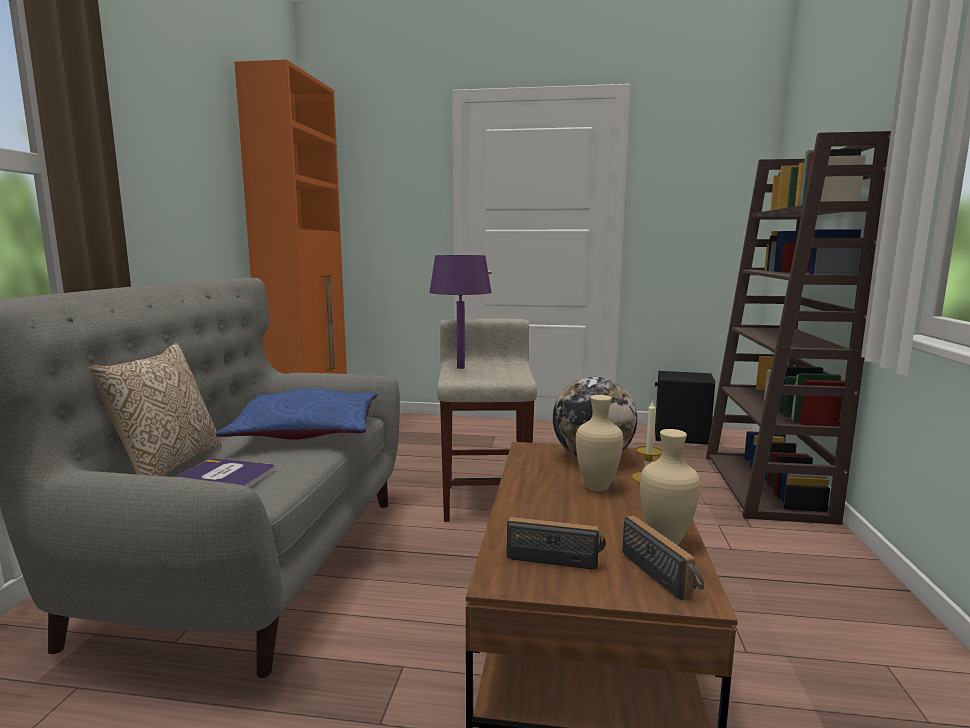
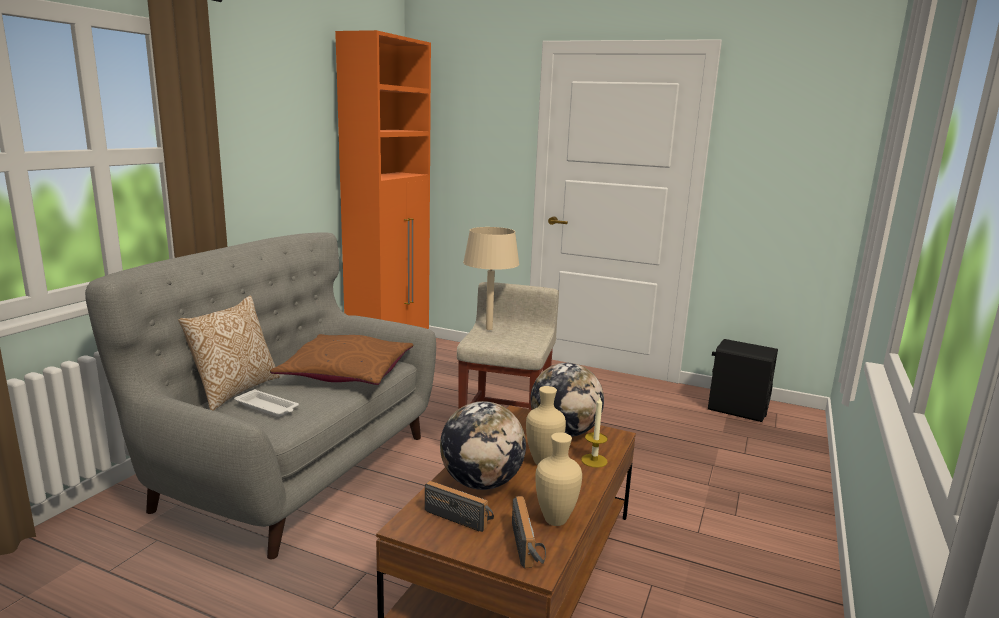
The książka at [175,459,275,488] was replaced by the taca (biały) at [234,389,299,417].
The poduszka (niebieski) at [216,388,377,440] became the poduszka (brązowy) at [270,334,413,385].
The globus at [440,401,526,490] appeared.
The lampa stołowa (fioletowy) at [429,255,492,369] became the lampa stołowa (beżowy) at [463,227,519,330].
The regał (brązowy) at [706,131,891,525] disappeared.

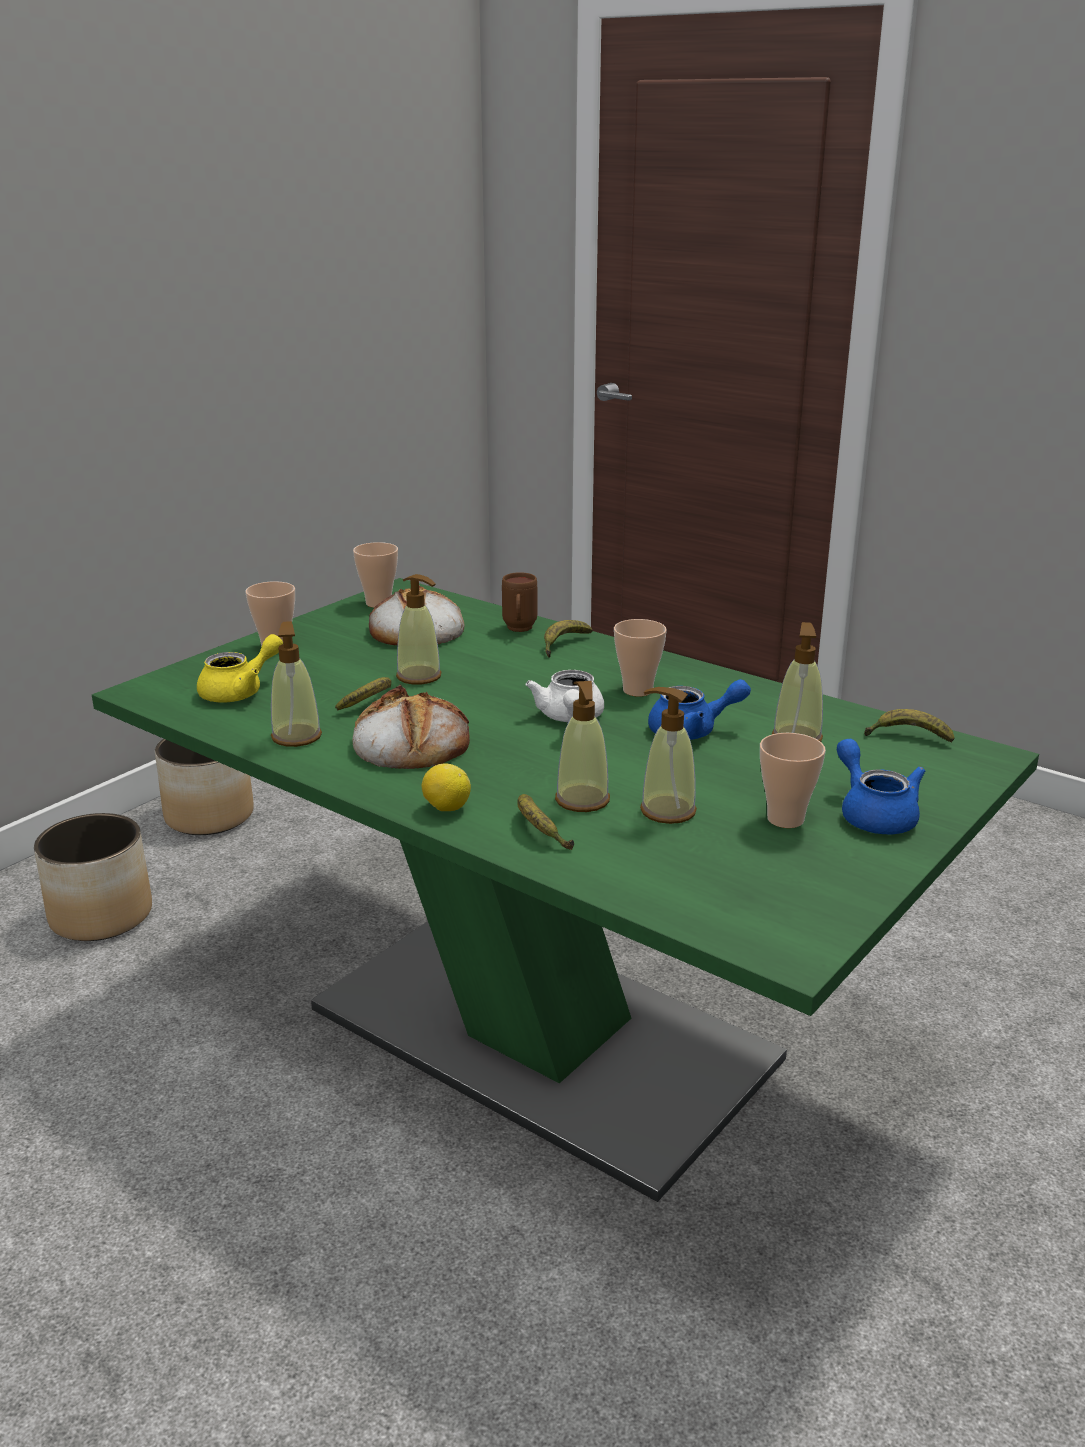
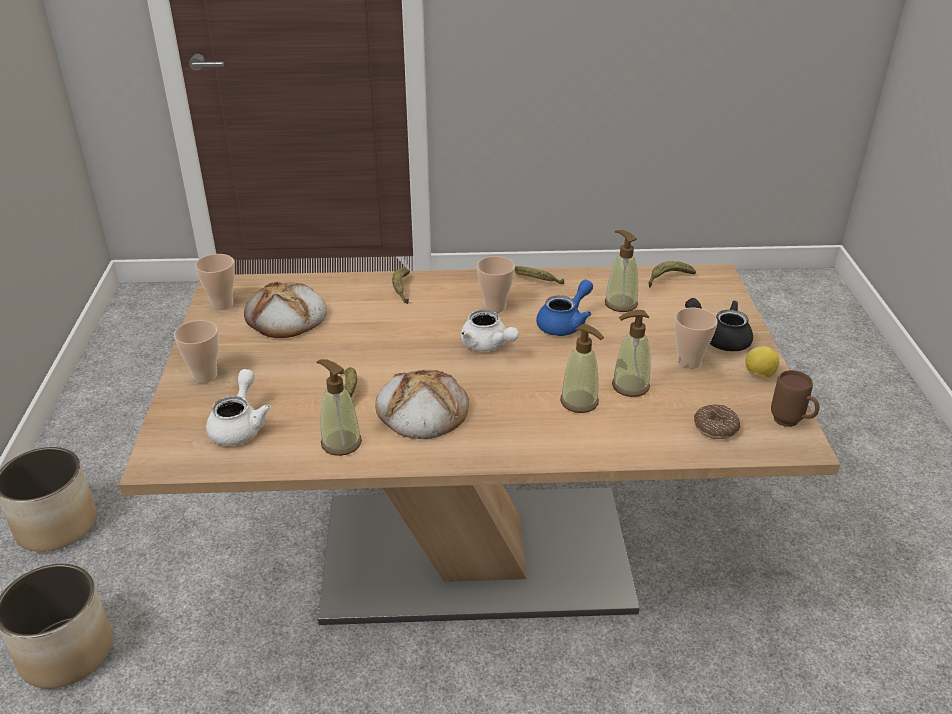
The stół jadalny (zielony) at [92,578,1039,1202] became the stół jadalny (brązowy) at [119,264,840,625].
The imbryk (żółty) at [197,634,283,703] became the imbryk (biały) at [206,369,271,446].
The banan moved from [517,794,574,850] to [514,266,565,284].
The imbryk (niebieski) at [837,739,925,834] became the imbryk (czarny) at [685,298,753,351].
The donut at [694,404,740,439] appeared.
The cytryna moved from [422,763,471,811] to [746,346,779,378].
The kubek (brązowy) moved from [502,572,537,632] to [771,370,819,427].
The dozownik mydła at [396,574,441,684] disappeared.

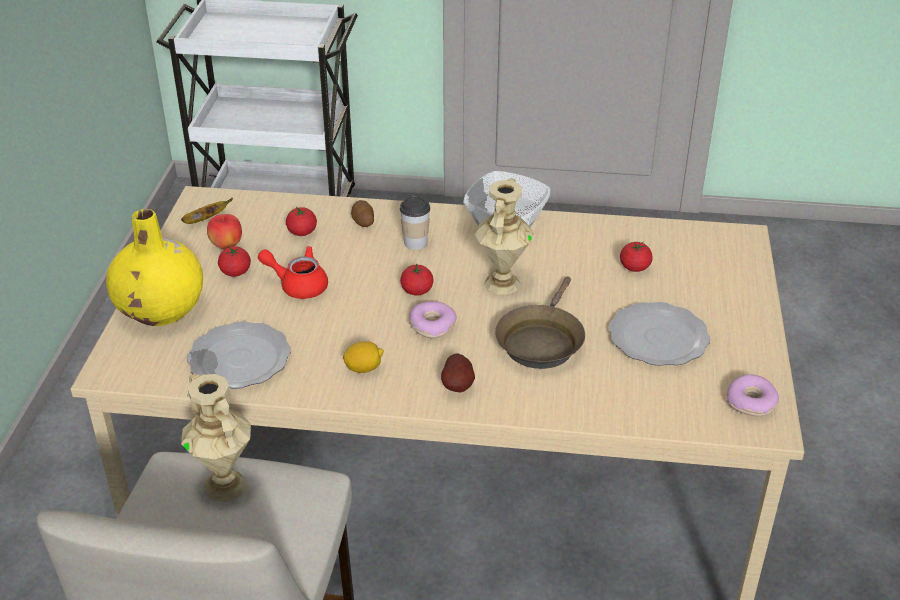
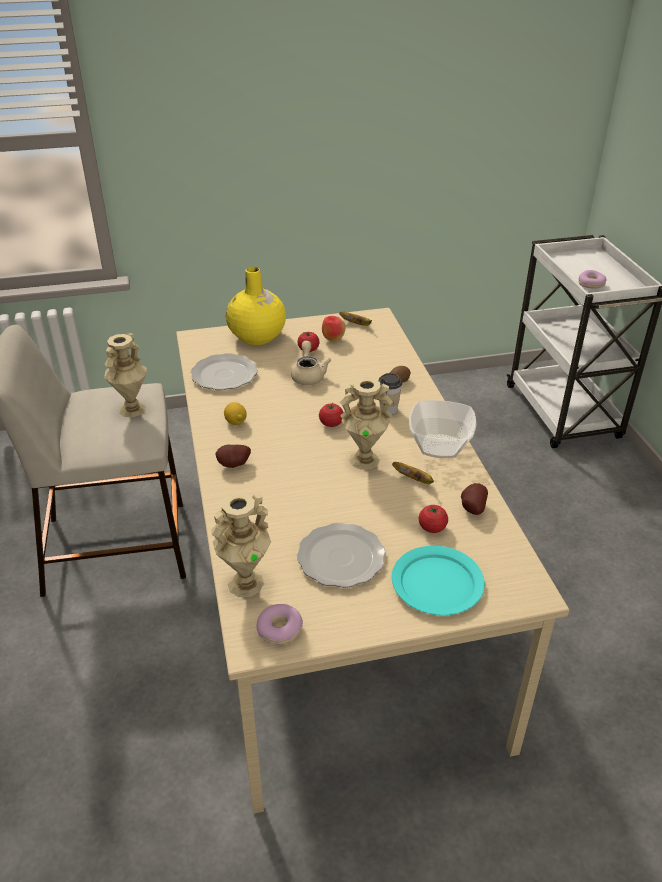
The wazon (beżowy) at [212,492,271,597] appeared.
The imbryk (czerwony) at [258,246,328,299] became the imbryk (beżowy) at [291,341,331,385].
The banan at [392,462,434,484] appeared.
The talerz (turkusowy) at [392,546,485,615] appeared.
The ziemniak at [461,483,488,515] appeared.
The donut moved from [409,302,457,339] to [578,270,606,289].
The pomidor at [286,207,317,236] disappeared.
The patelnia (brązowy) at [495,276,585,369] disappeared.

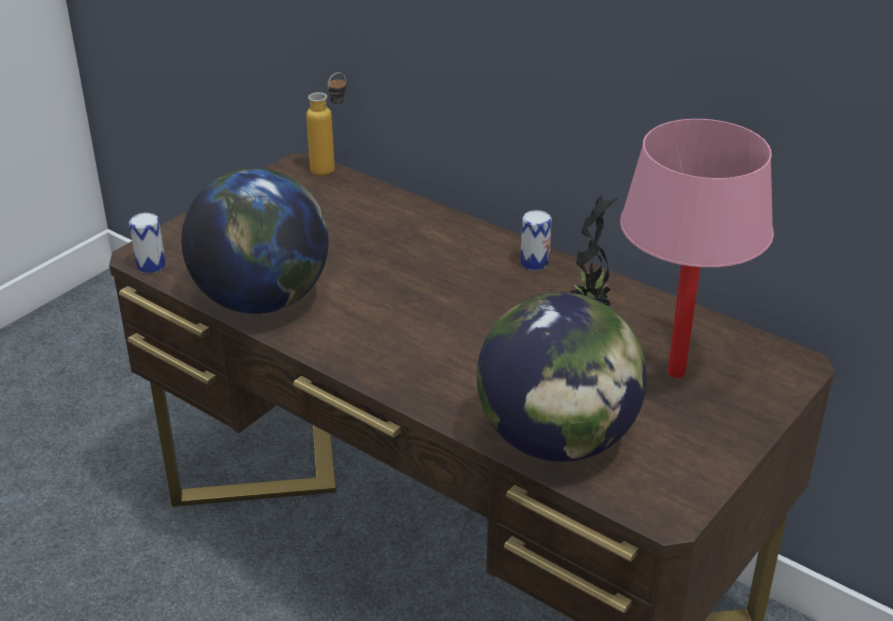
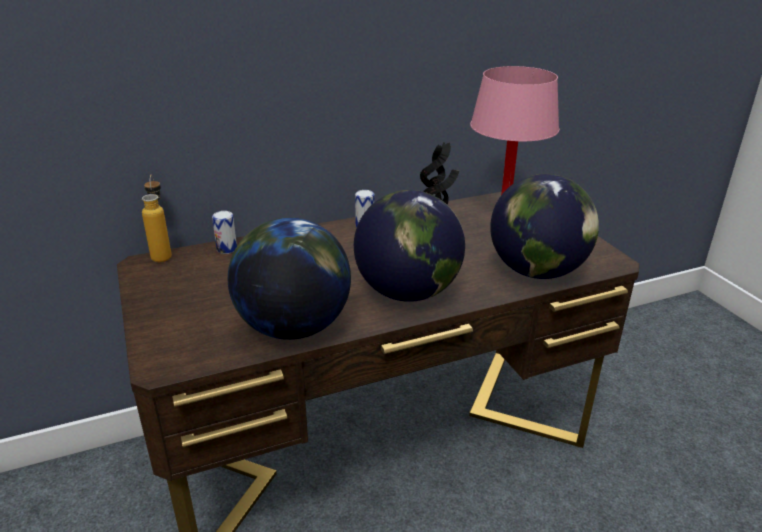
The puszka moved from [129,213,166,273] to [212,211,237,254].
The globus at [354,190,465,302] appeared.

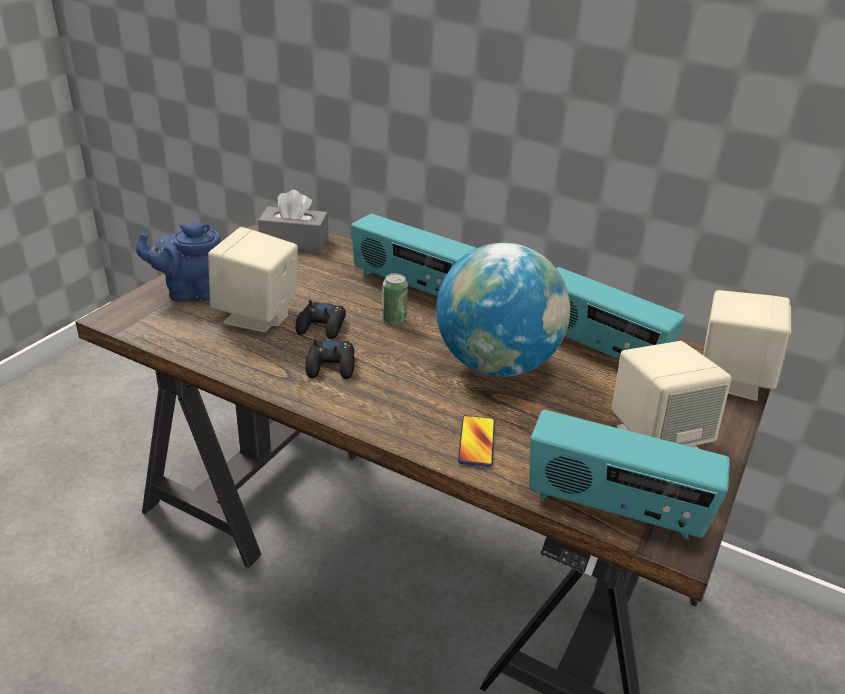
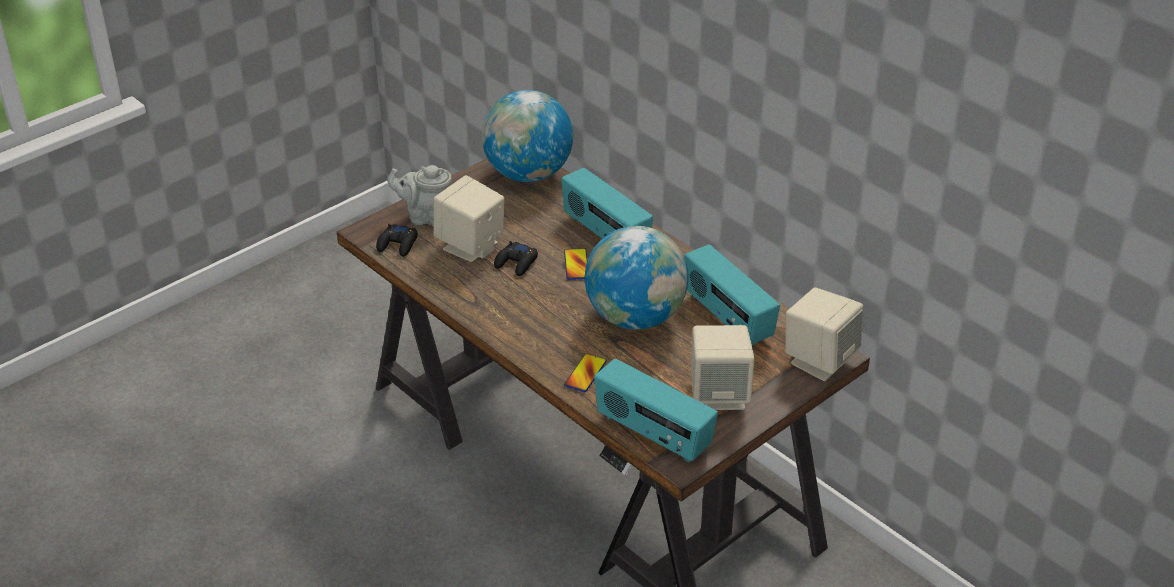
The pad do gier (czarny) moved from [305,339,355,379] to [376,224,418,256].
The imbryk (niebieski) at [136,222,220,302] became the imbryk (szary) at [387,165,452,226].
The pudełko chusteczek (szary) at [258,190,328,251] was replaced by the globus at [482,90,573,182].
The puszka at [382,273,408,324] was replaced by the telefon at [564,248,587,280].

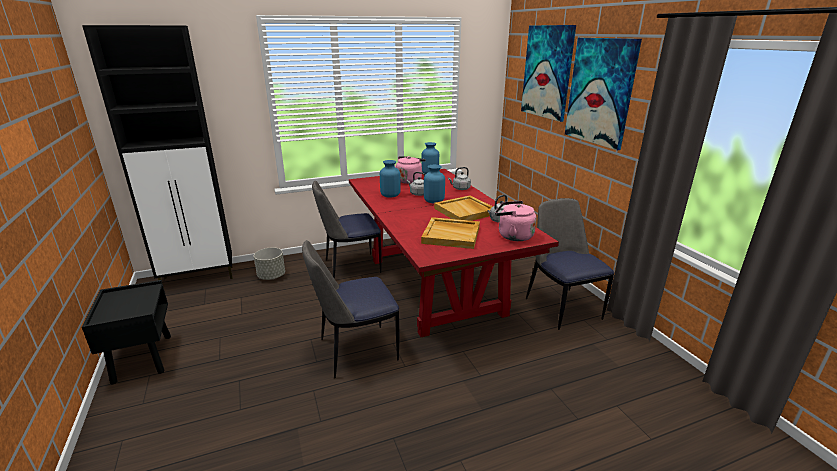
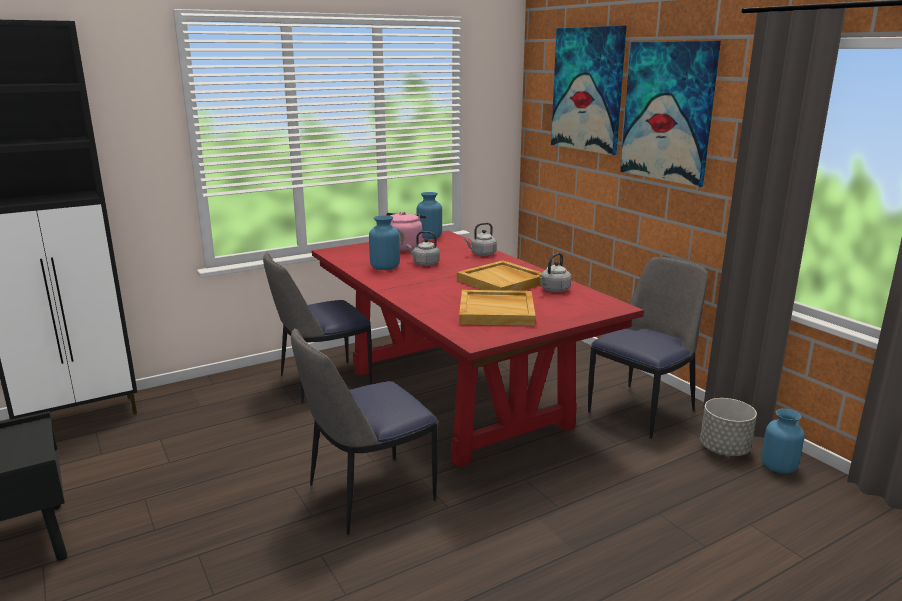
The krzesło at [526,198,614,330] turned 75 degrees clockwise.
The donica (szary) moved from [254,247,285,280] to [700,398,757,456].
The wazon (niebieski) moved from [424,165,445,203] to [761,409,805,474].
The czajnik (różowy) at [495,201,536,241] disappeared.

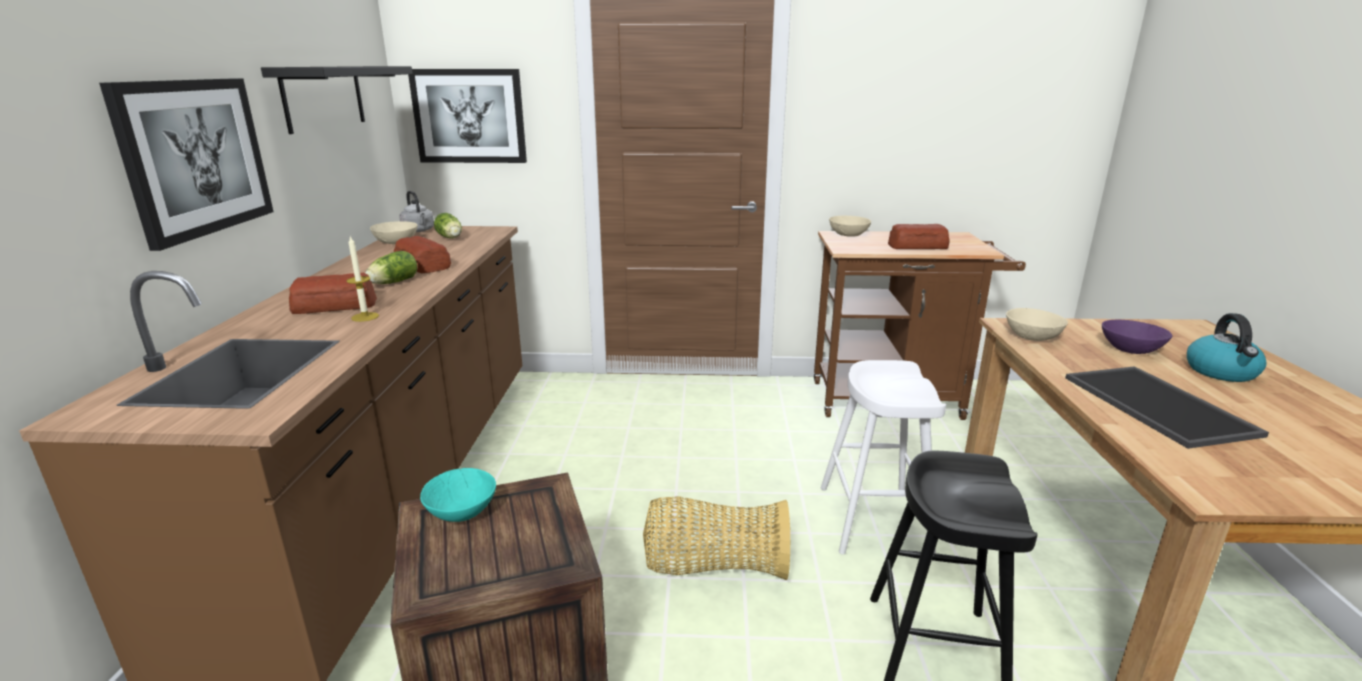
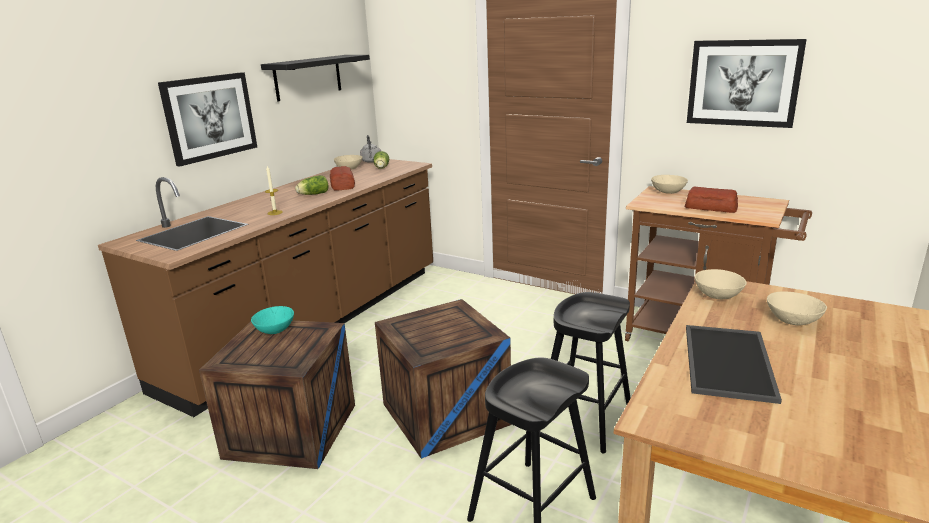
The koszyk at [643,496,790,580] was replaced by the skrzynka at [375,299,512,459].
The stołek (biały) at [821,360,946,554] became the stołek (czarny) at [551,292,631,453].
The obraz moved from [408,69,527,163] to [687,39,807,128].
The miska (fioletowy) at [1102,320,1172,354] became the miska (beżowy) at [767,291,827,326].
The chleb at [289,273,377,314] disappeared.
The czajnik at [1187,313,1266,382] disappeared.

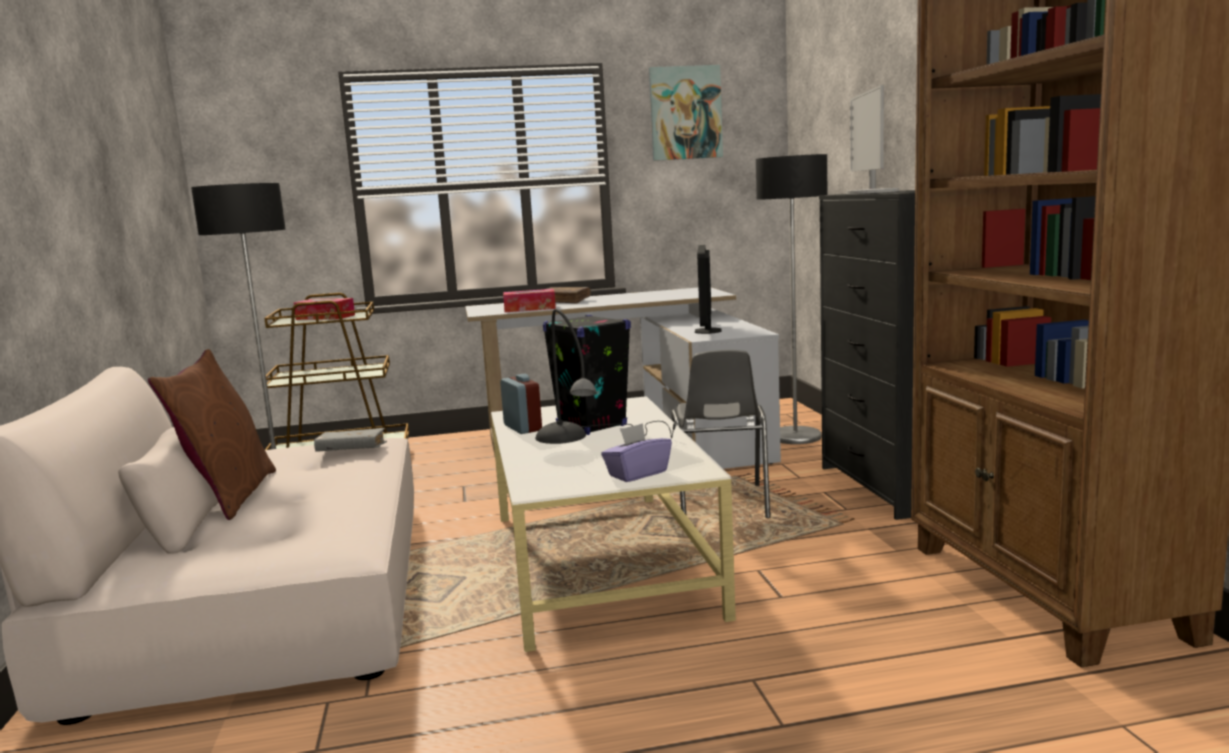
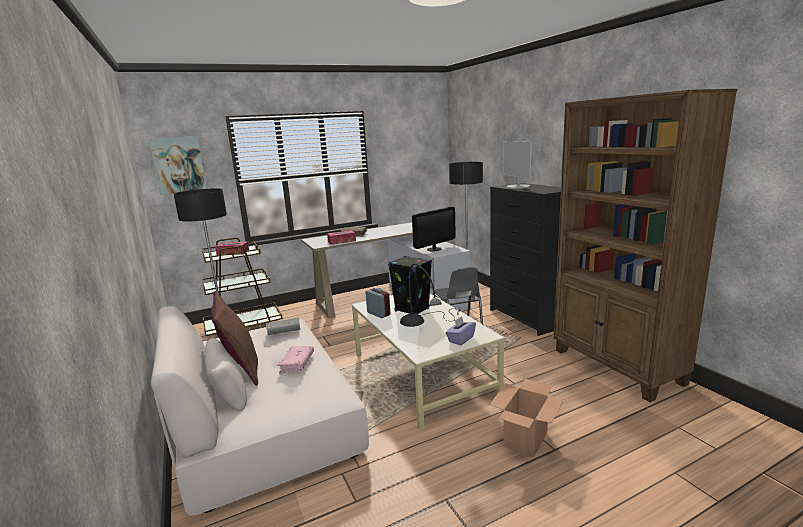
The obraz moved from [649,65,723,161] to [148,136,207,195].
The książka (różowy) at [277,346,314,374] appeared.
The monitor at [695,245,722,334] turned 120 degrees counterclockwise.
The karton at [489,379,564,458] appeared.

